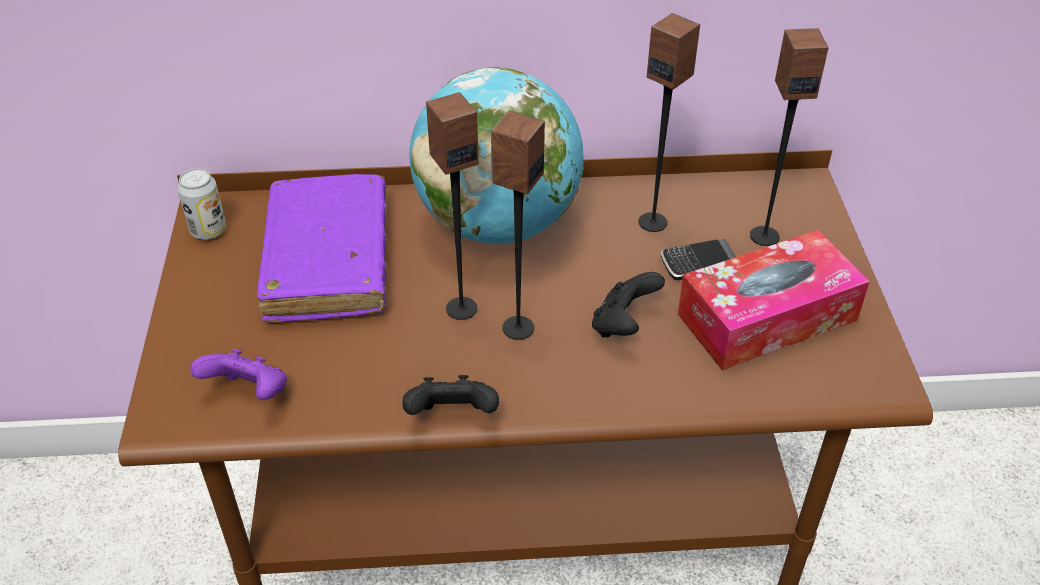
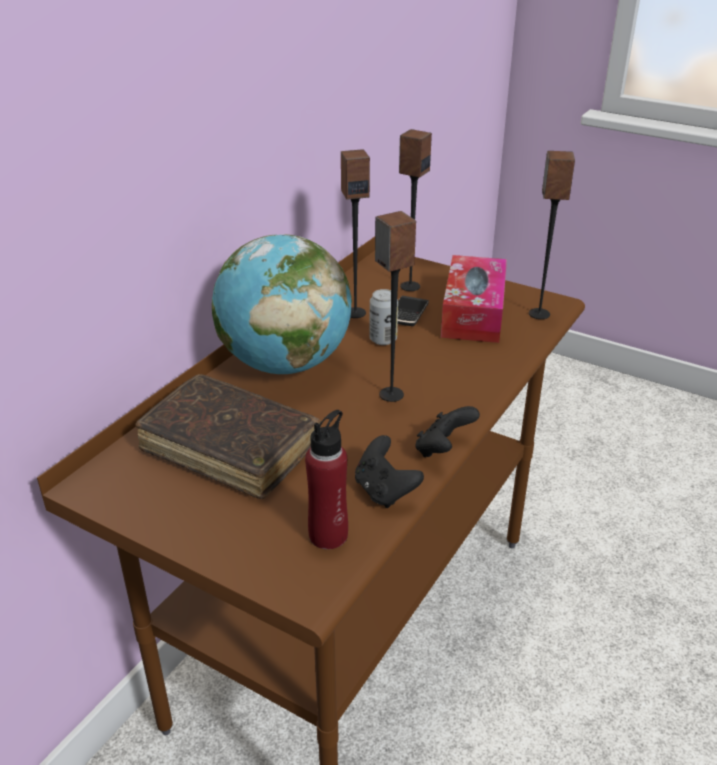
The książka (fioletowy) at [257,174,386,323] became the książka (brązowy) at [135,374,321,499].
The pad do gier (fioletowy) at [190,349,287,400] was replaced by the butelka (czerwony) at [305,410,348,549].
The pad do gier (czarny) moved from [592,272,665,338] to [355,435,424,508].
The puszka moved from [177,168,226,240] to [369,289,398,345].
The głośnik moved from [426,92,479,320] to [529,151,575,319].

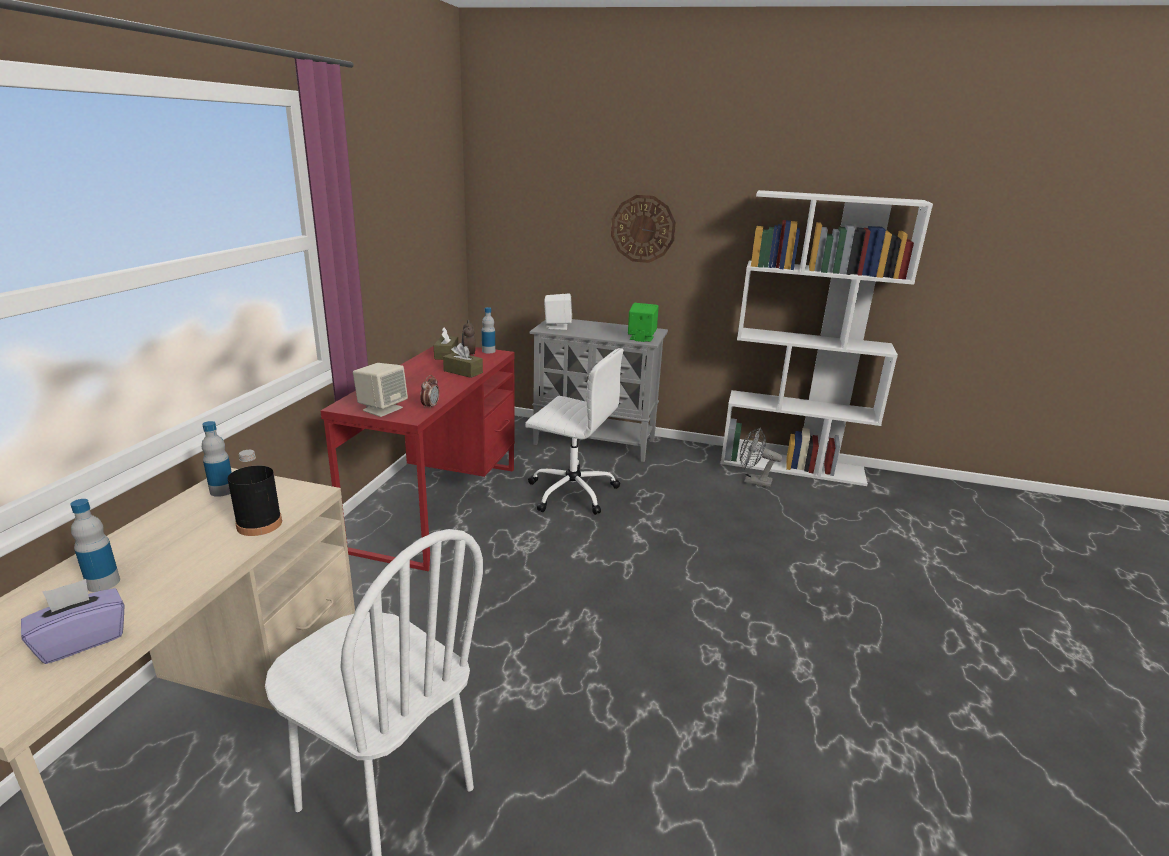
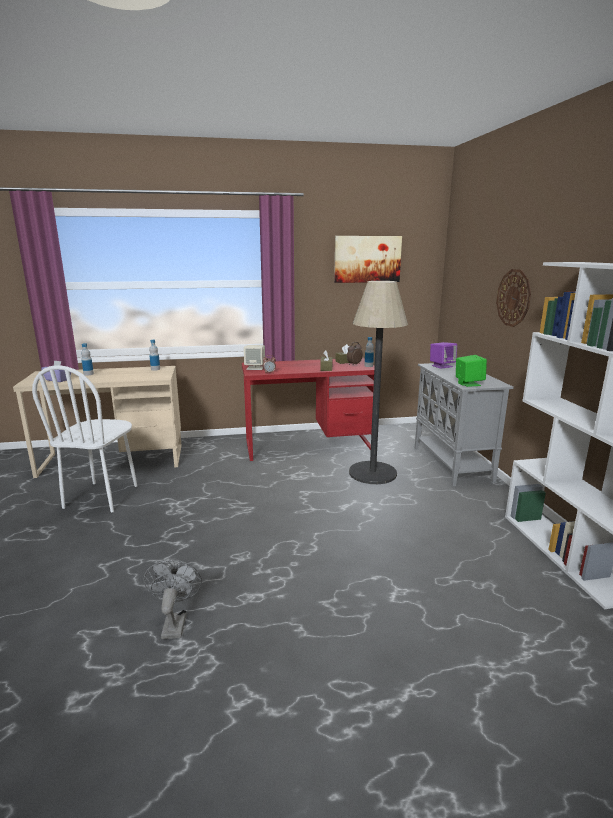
The wentylator (szary) moved from [740,427,782,488] to [144,560,202,639].
The obraz at [334,236,402,283] appeared.
The krzesło biurowe (biały) at [525,348,624,515] was replaced by the lampa stojąca at [349,281,408,484].
The głośnik (biały) at [544,294,572,330] became the głośnik (fioletowy) at [430,342,457,369].
The butelka (czarny) at [228,450,282,536] disappeared.

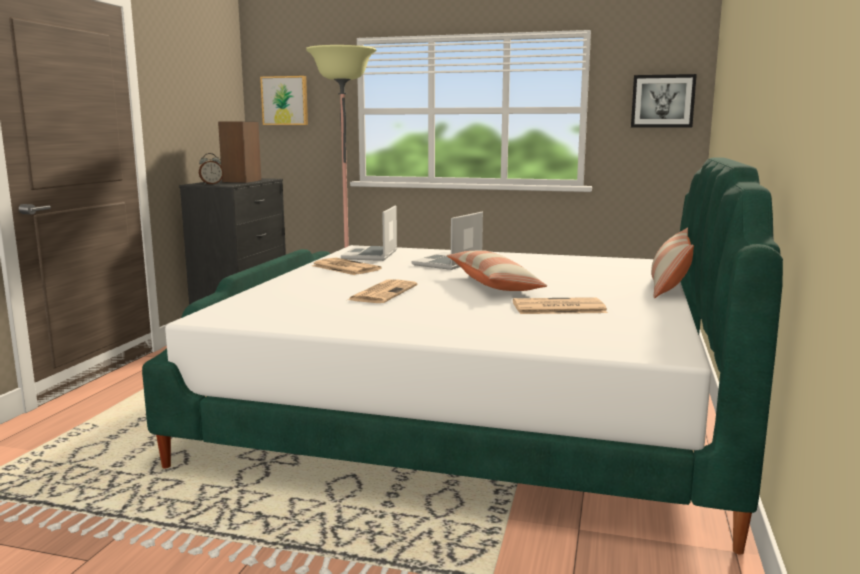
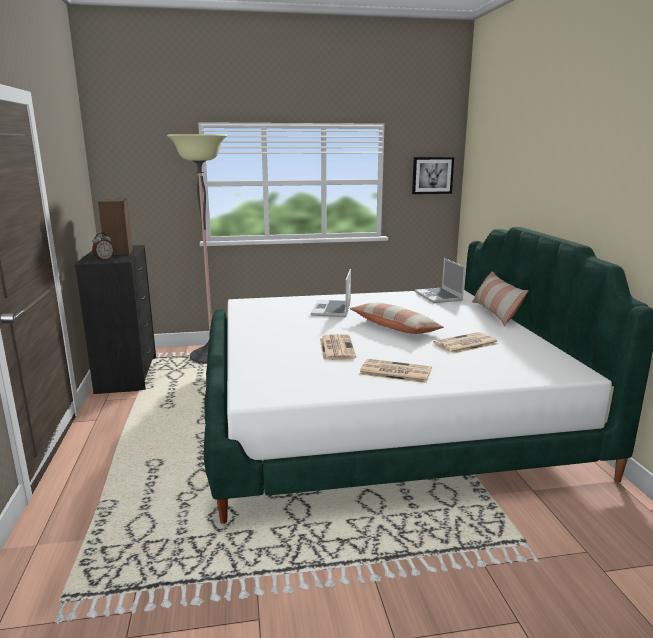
The gazeta moved from [312,257,382,275] to [359,359,432,383].
The laptop moved from [341,206,397,261] to [415,258,465,303].
The obraz at [260,76,308,125] disappeared.

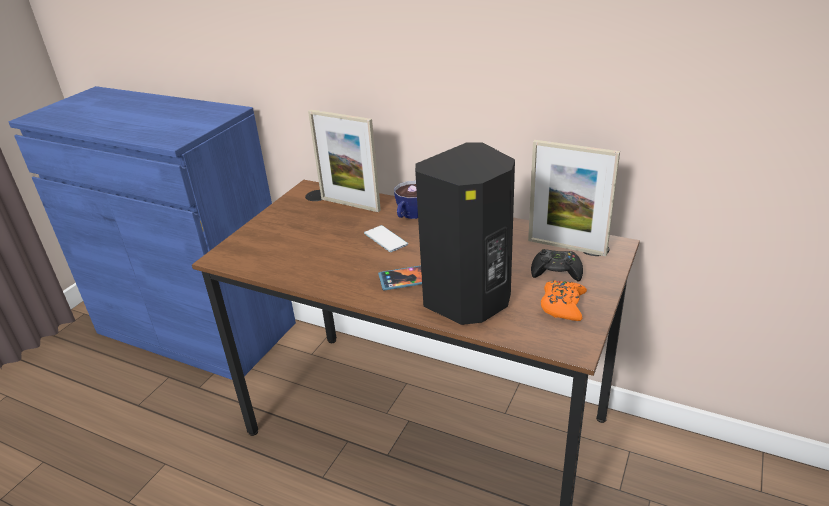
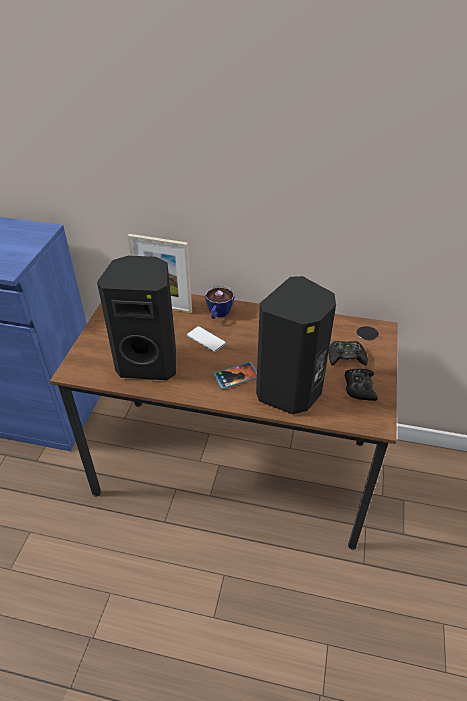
The głośnik (czarny) at [97,256,176,380] appeared.
The pad do gier (pomarańczowy) at [541,280,587,321] became the pad do gier (czarny) at [345,369,378,401].
The ramka na zdjęcie at [528,140,620,256] disappeared.

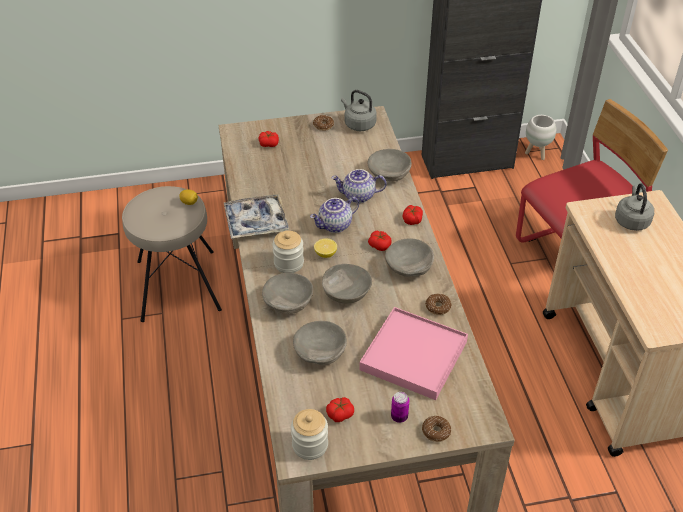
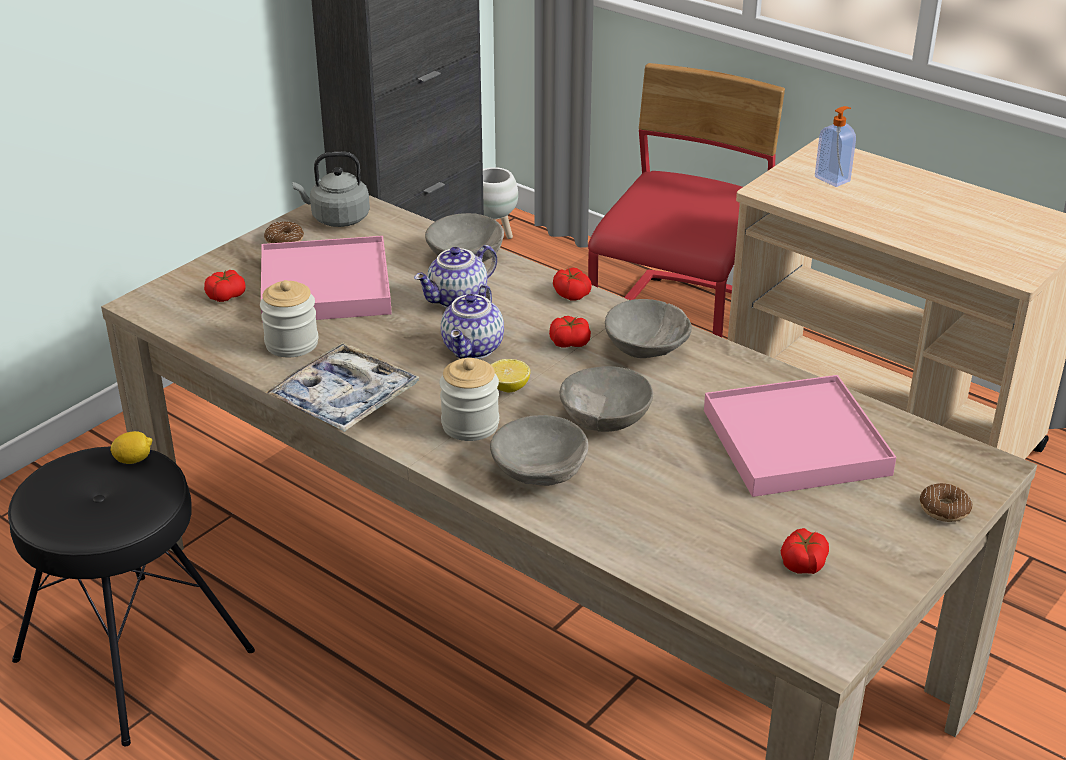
The stołek (beżowy) at [122,186,222,322] became the stołek (czarny) at [8,446,255,746].
The słoik moved from [291,409,328,460] to [260,280,318,357].
The taca (różowy) at [261,236,392,323] appeared.
The czajnik (szary) at [615,183,654,231] was replaced by the dozownik mydła at [815,106,856,187].
The miska (szary) at [293,321,347,365] disappeared.
The puszka at [391,392,409,423] disappeared.
The donut at [425,294,452,315] disappeared.

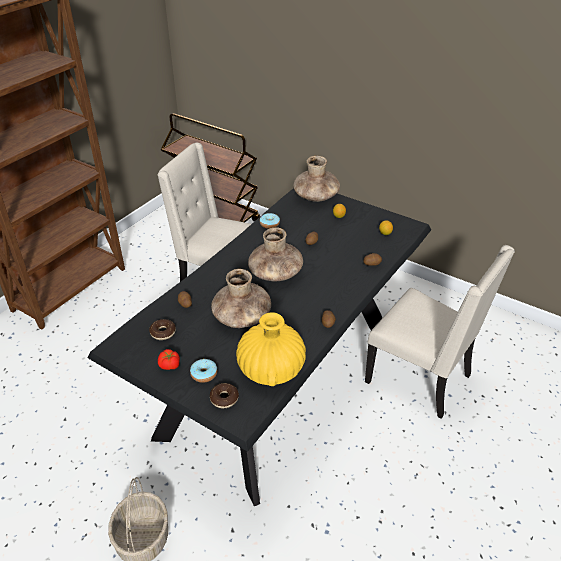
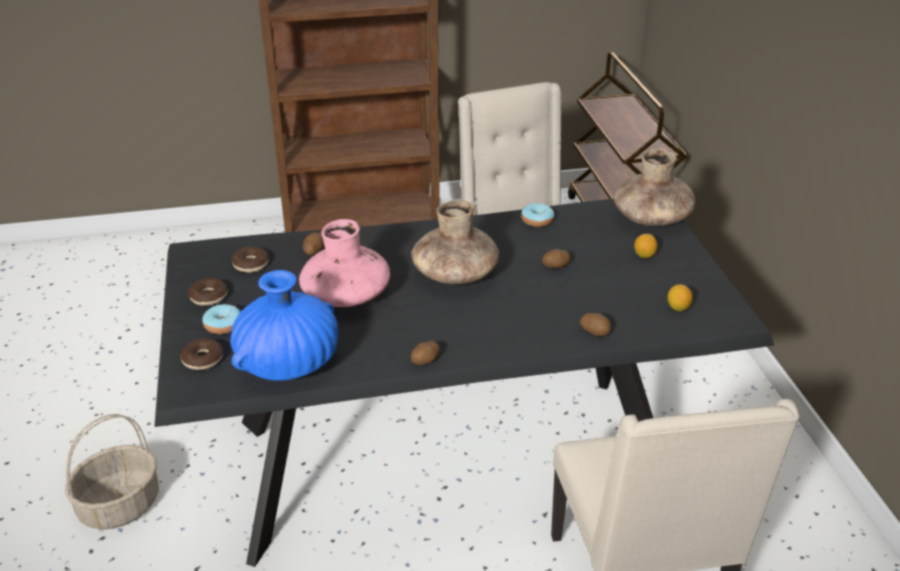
The pomidor at [158,349,180,370] was replaced by the donut at [188,278,228,306].
The wazon (żółty) at [236,313,306,386] became the wazon (niebieski) at [230,270,338,381].
The wazon (brązowy) at [211,269,271,328] became the wazon (różowy) at [299,219,390,307].

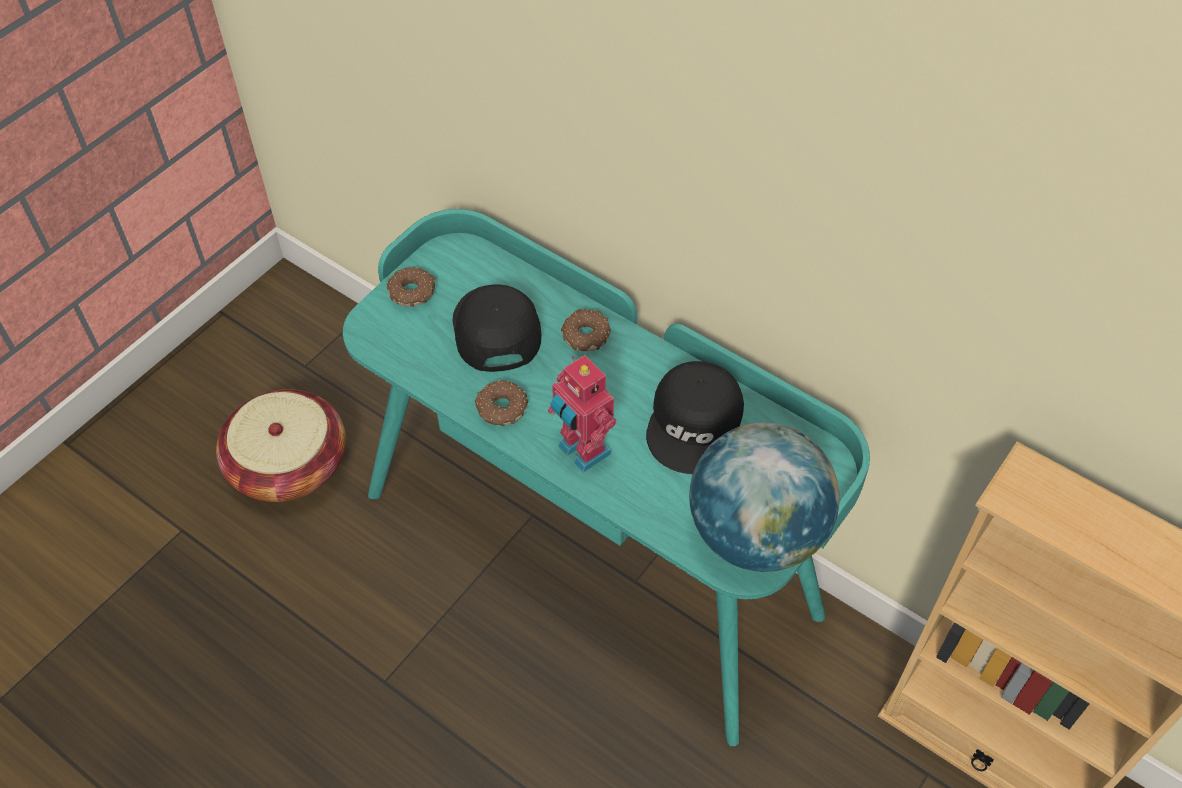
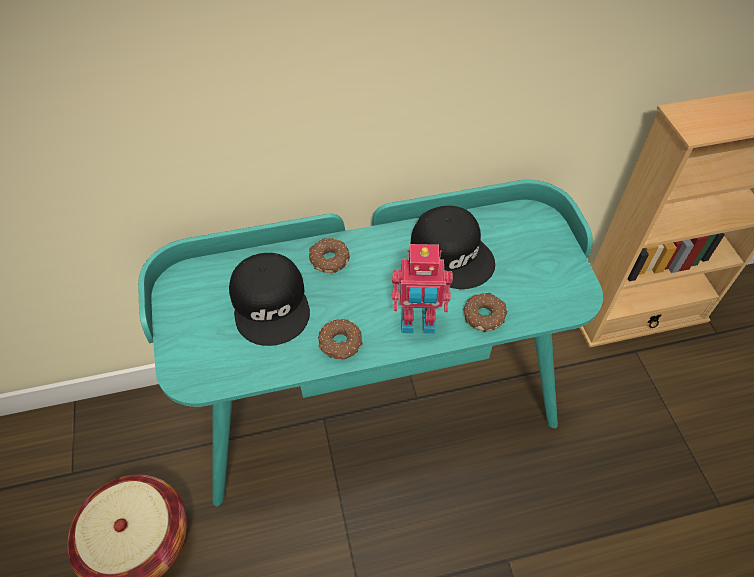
The czapka z daszkiem (czarny) at [453,284,541,372] turned 135 degrees counterclockwise.
The donut moved from [387,267,436,307] to [463,293,508,332].
The globus at [689,423,840,572] disappeared.

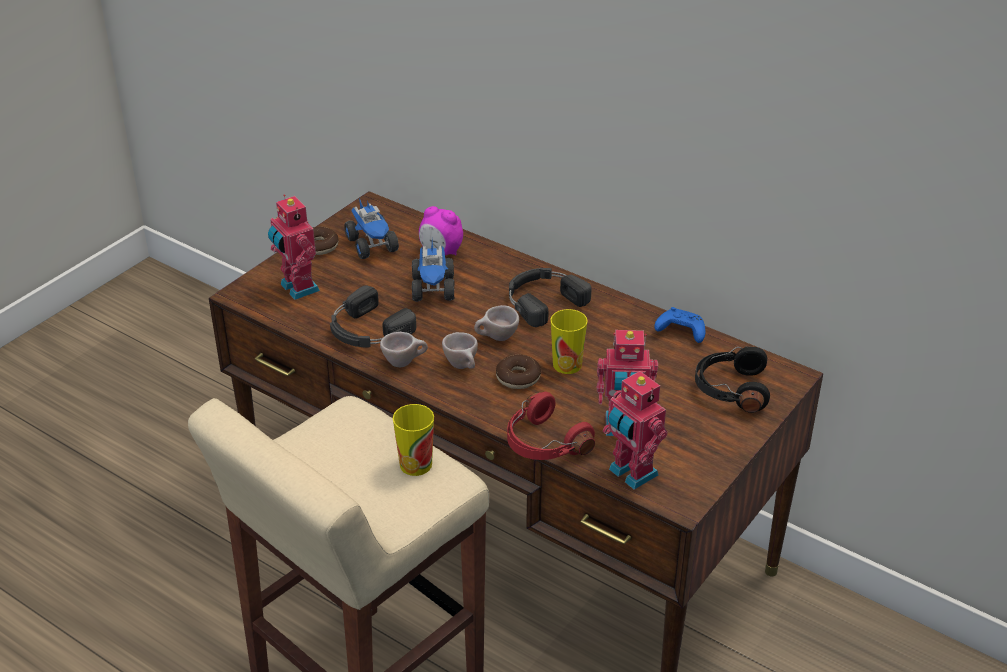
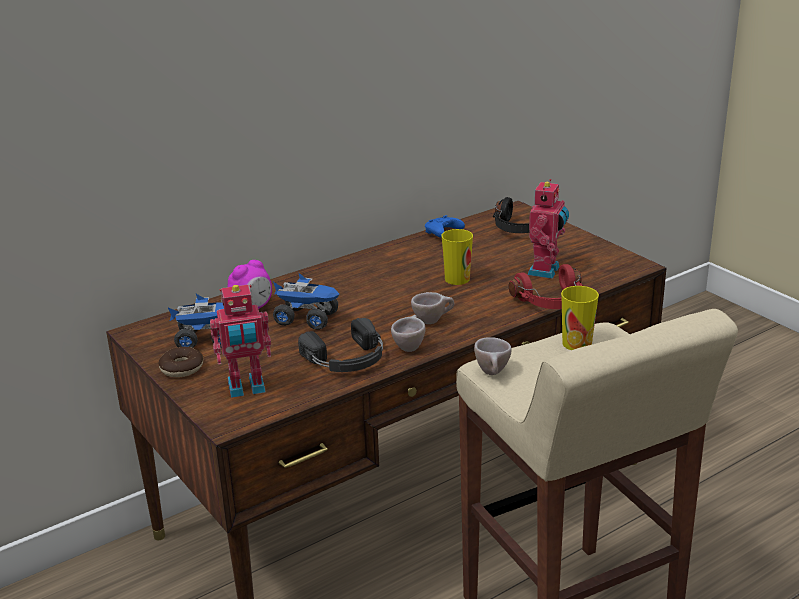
The filiżanka (beżowy) moved from [474,305,519,341] to [474,337,512,375].
The donut at [496,355,541,389] disappeared.
The słuchawki (czarny) at [509,268,592,327] disappeared.
The robot zabawkowy at [603,371,668,490] disappeared.

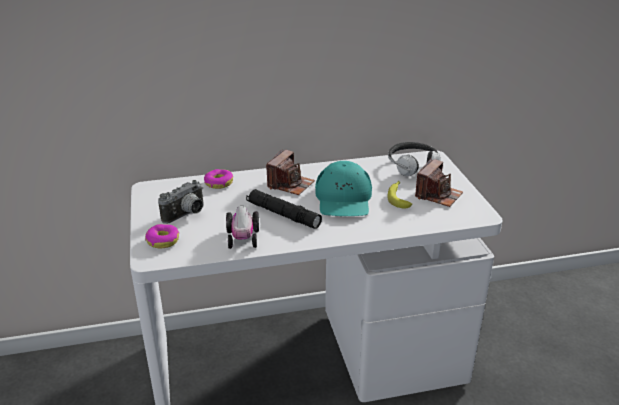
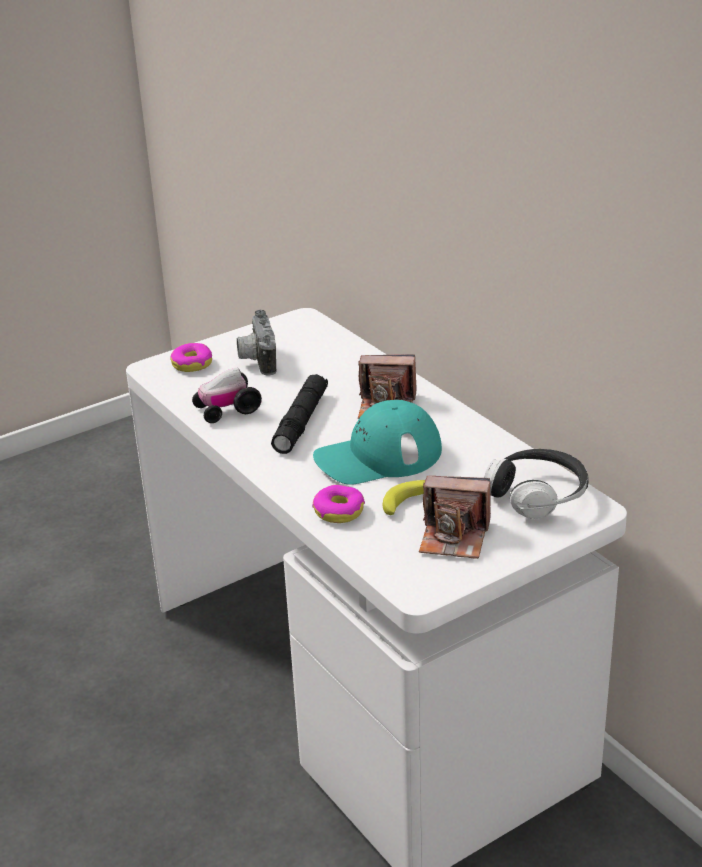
The aparat fotograficzny at [158,180,204,224] turned 60 degrees clockwise.
The donut moved from [204,169,233,189] to [312,485,365,523].

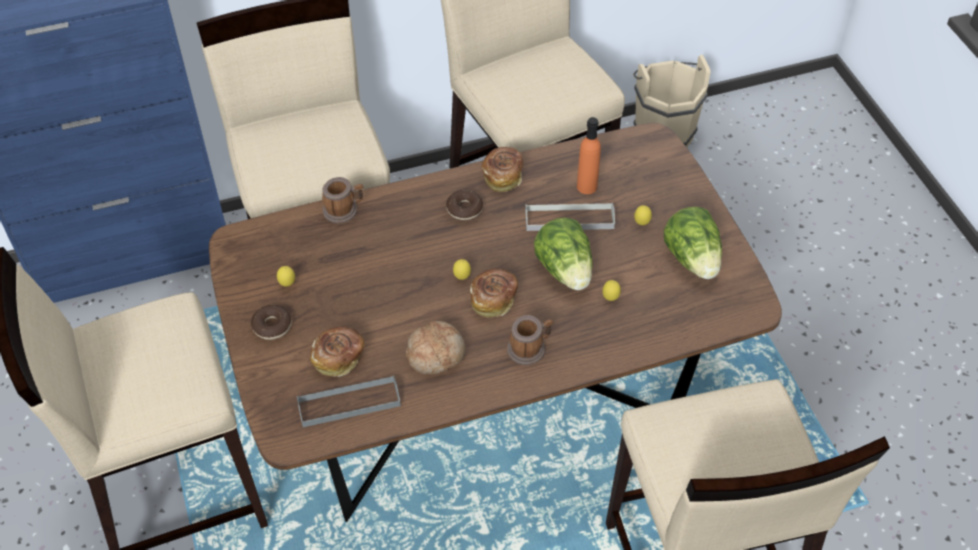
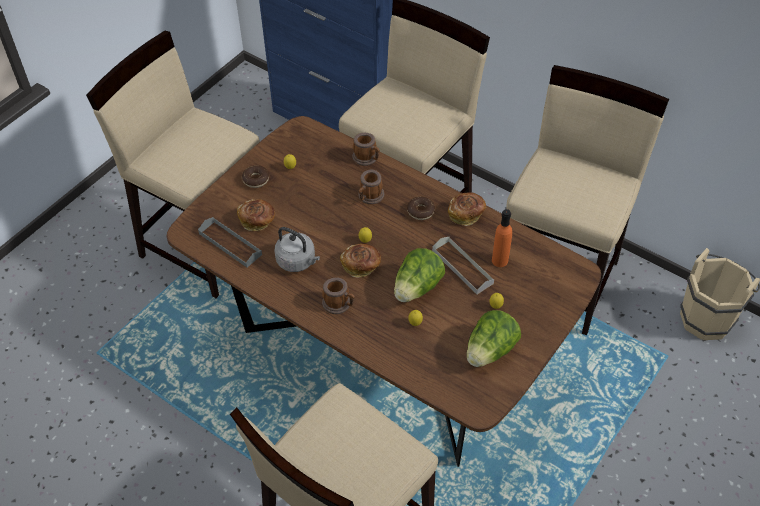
The chleb at [406,321,466,374] was replaced by the czajnik (szary) at [274,227,320,272].
The kubek at [358,170,384,204] appeared.

